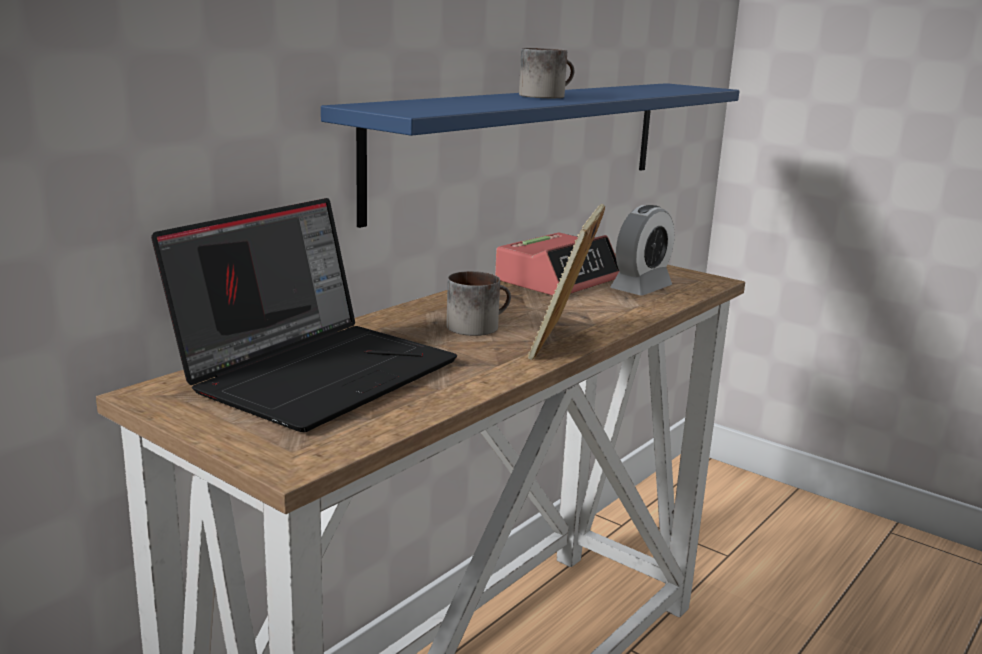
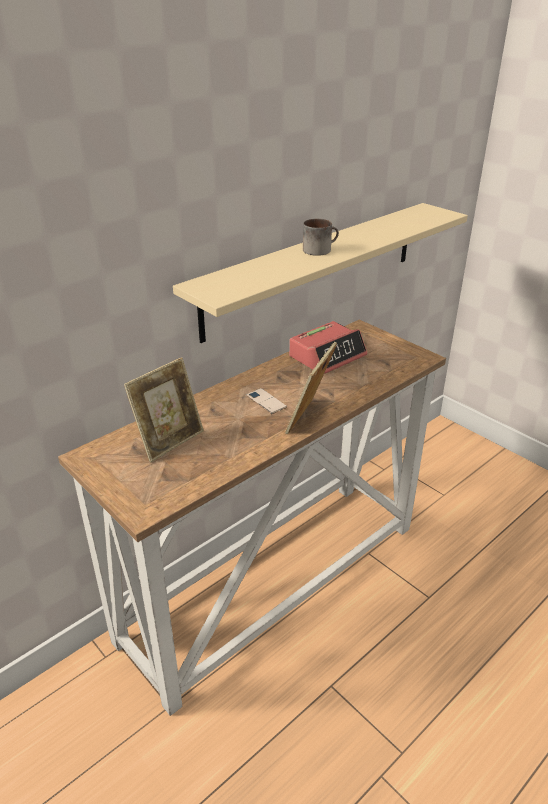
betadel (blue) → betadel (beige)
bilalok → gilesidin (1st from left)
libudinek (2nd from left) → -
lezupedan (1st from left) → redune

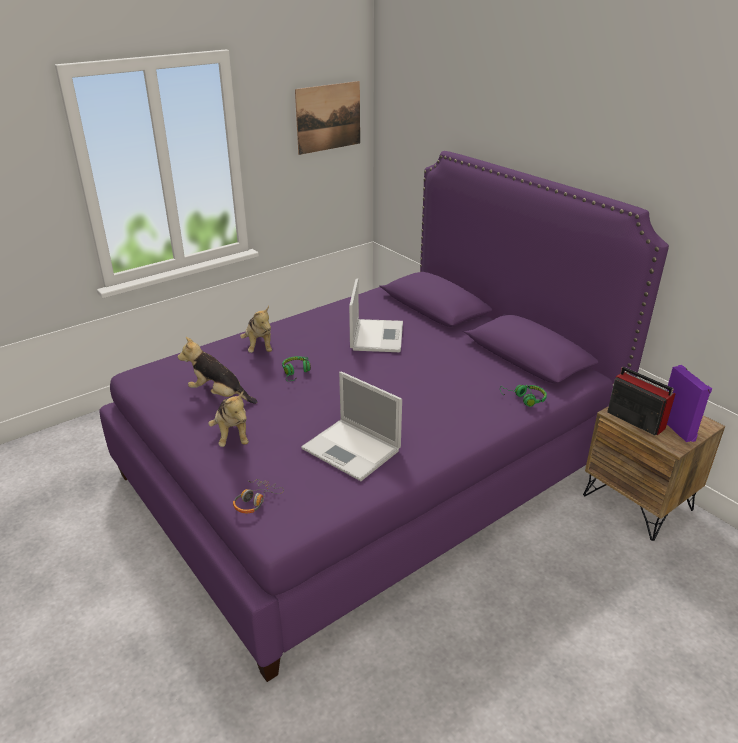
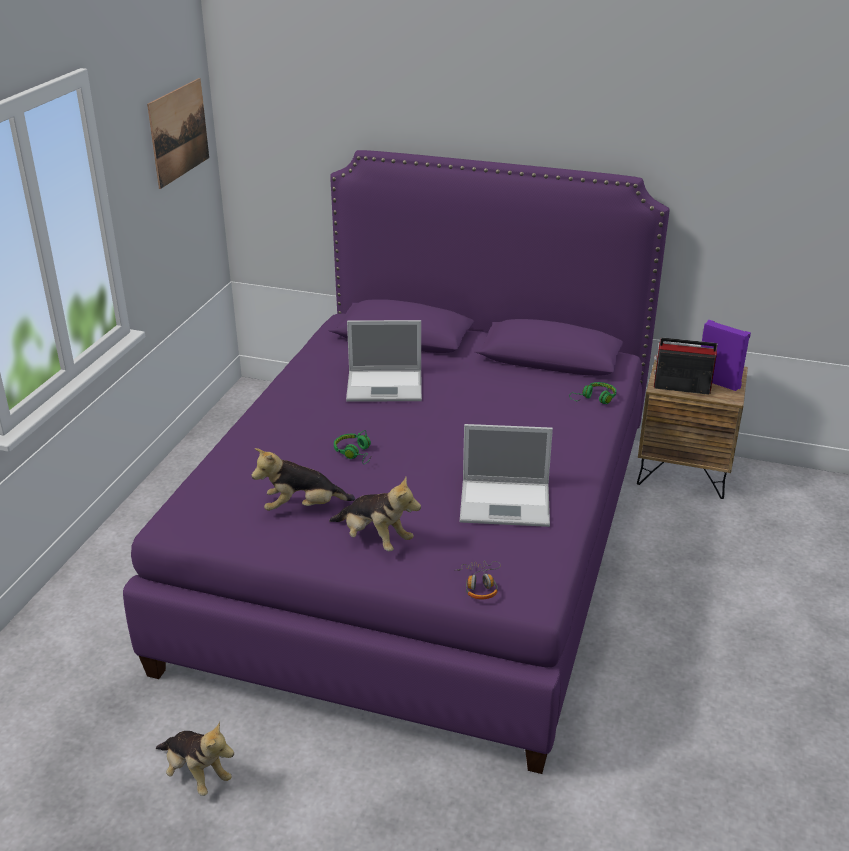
bilalok (2nd from left in the first image) → bilalok (1st from left), 120 degrees clockwise
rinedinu (3rd from left in the first image) → rinedinu (1st from left), moved

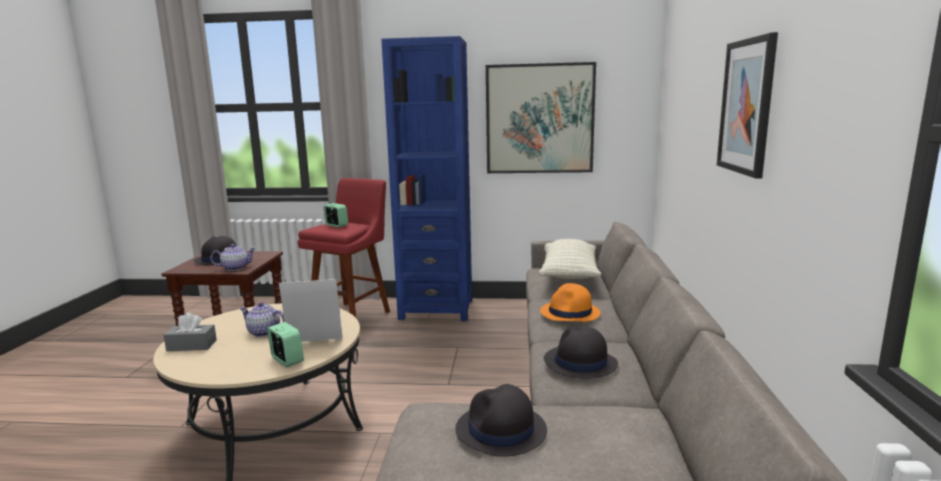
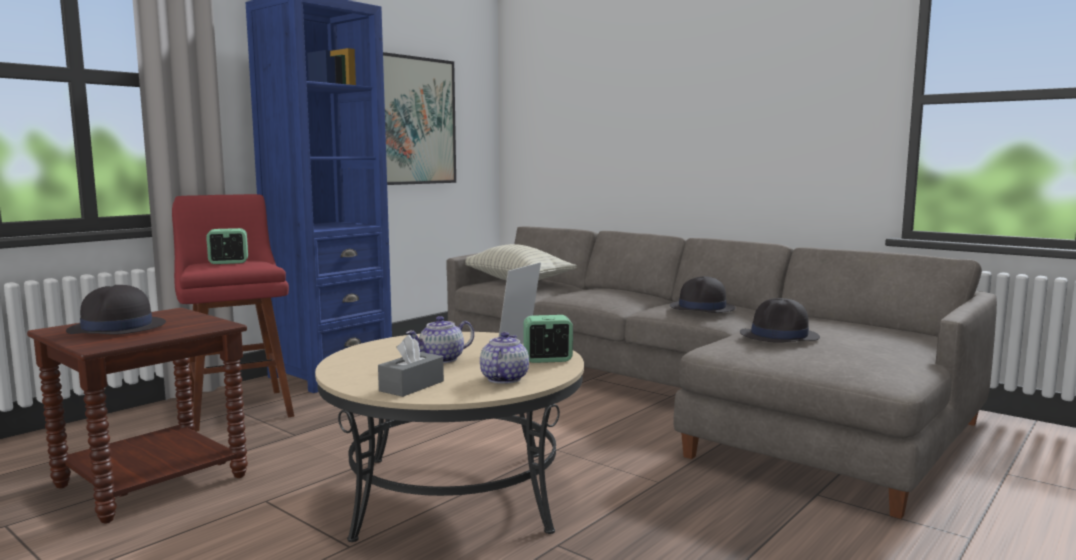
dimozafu (2nd from left) → -
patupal (1st from left in the first image) → patupal (2nd from left), moved
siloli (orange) → -

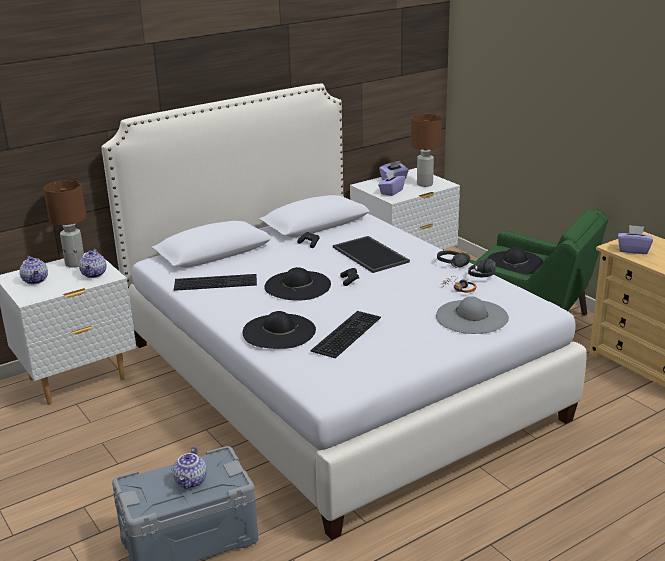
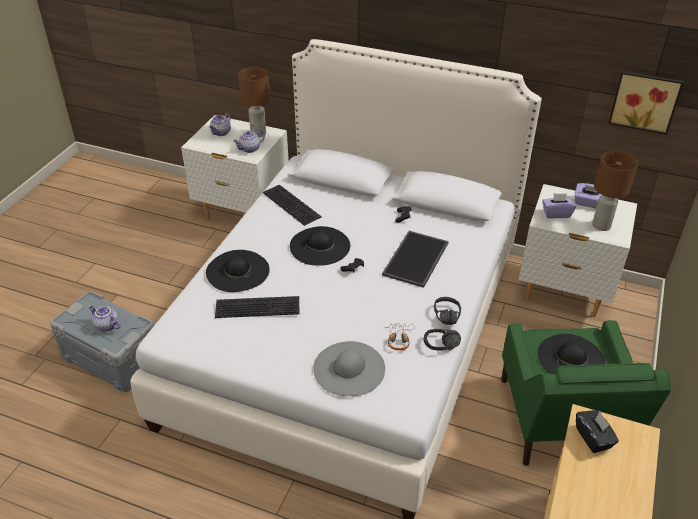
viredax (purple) (3rd from left) → viredax (black)
patupal (3rd from left in the first image) → patupal (1st from left), 60 degrees clockwise
- → dimozafu

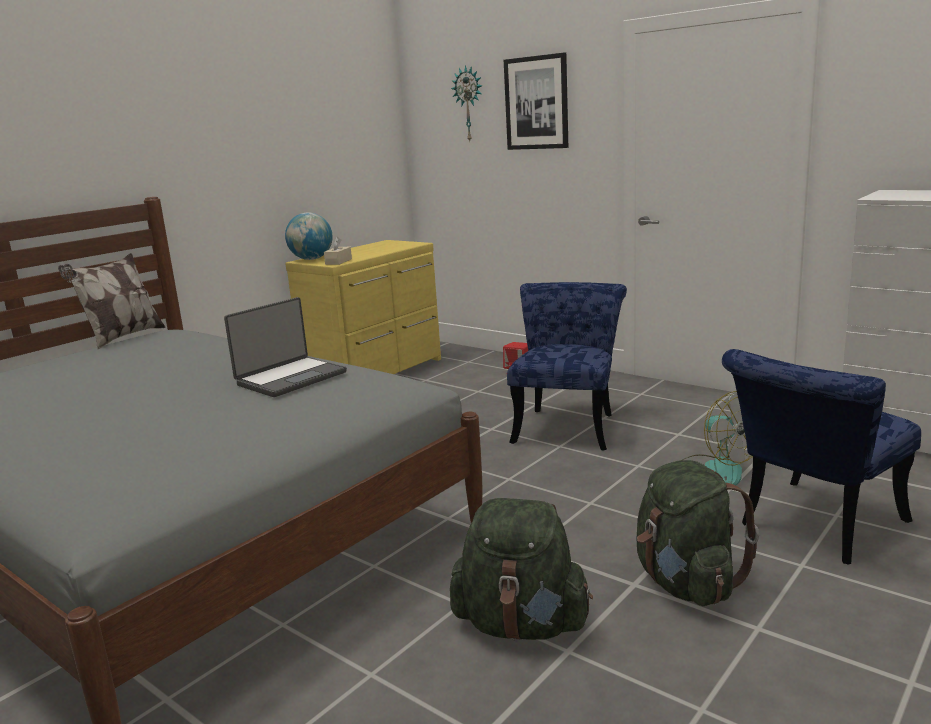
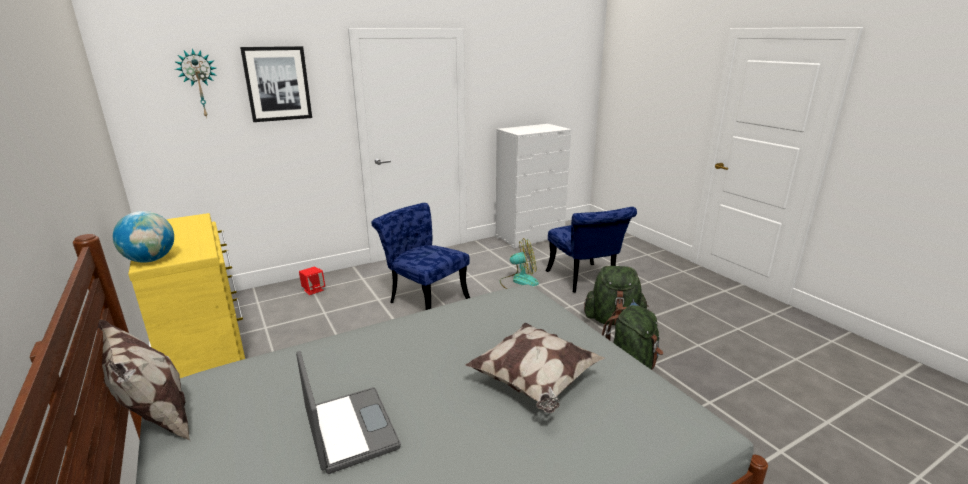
viredax (beige) → -
bilalok, moved
- → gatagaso (2nd from left)

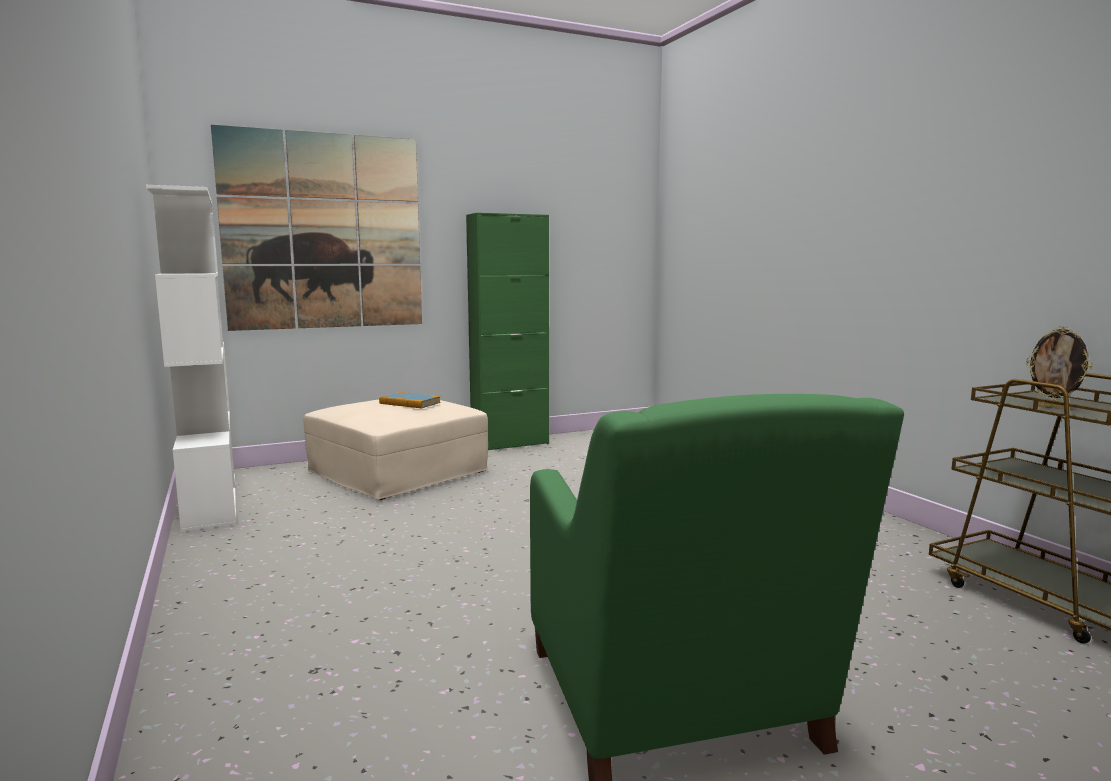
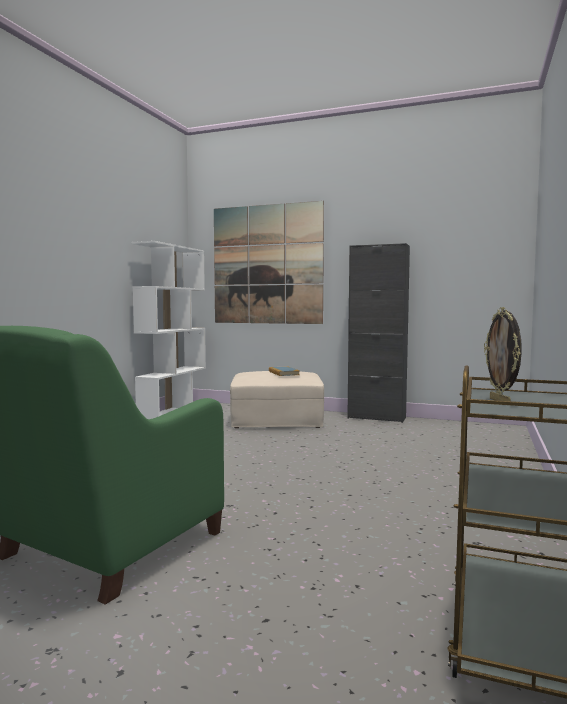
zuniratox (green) → zuniratox (black)

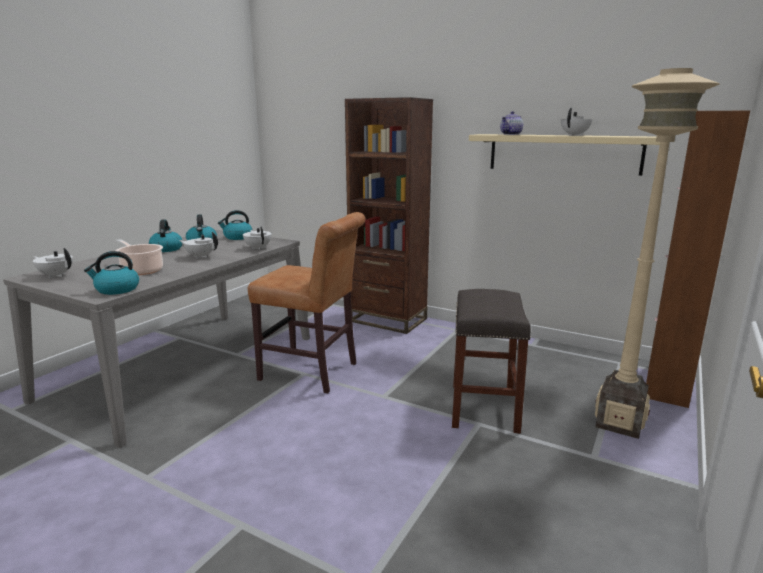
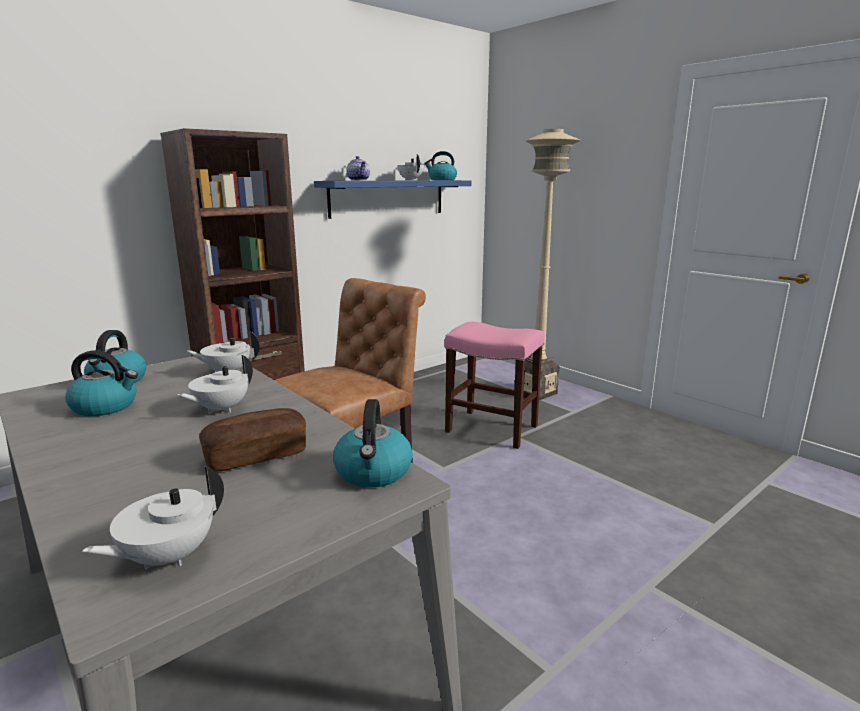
zuniratox (brown) → -
betadel (beige) → betadel (blue)
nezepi (2nd from left in the first image) → nezepi (4th from left), moved
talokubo → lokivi
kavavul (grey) → kavavul (pink)

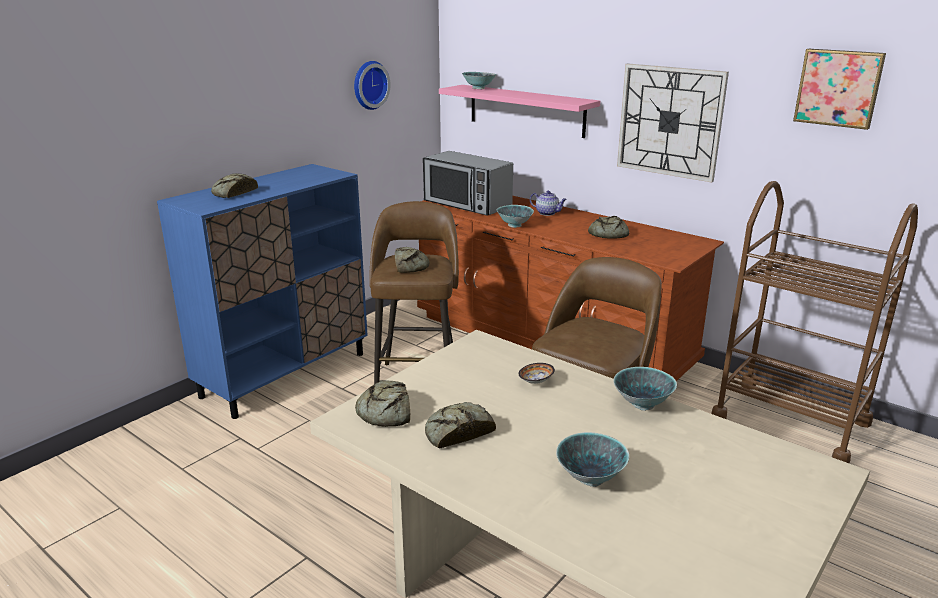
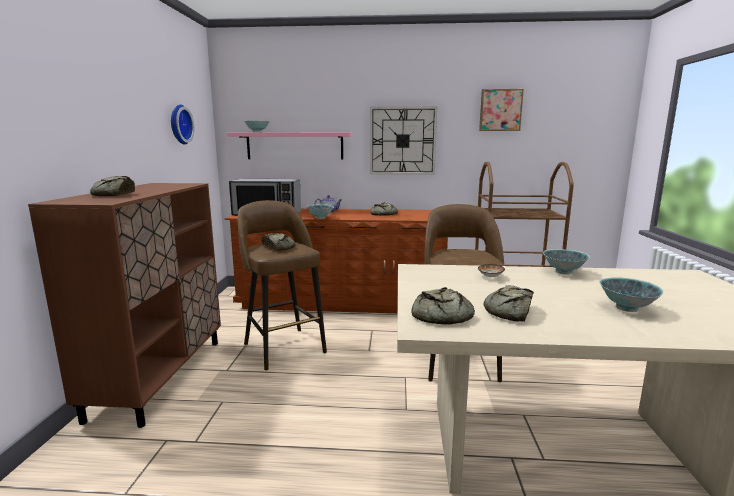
zuniratox (blue) → zuniratox (brown)

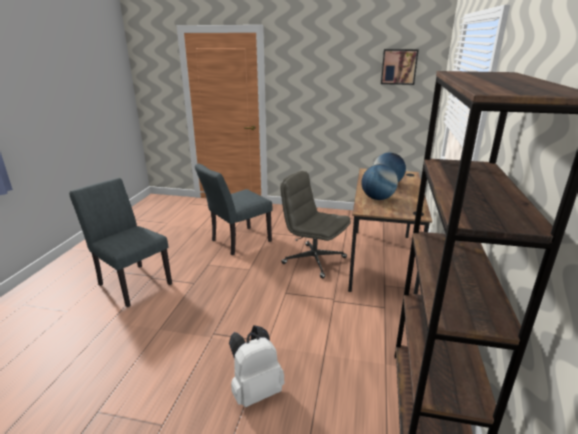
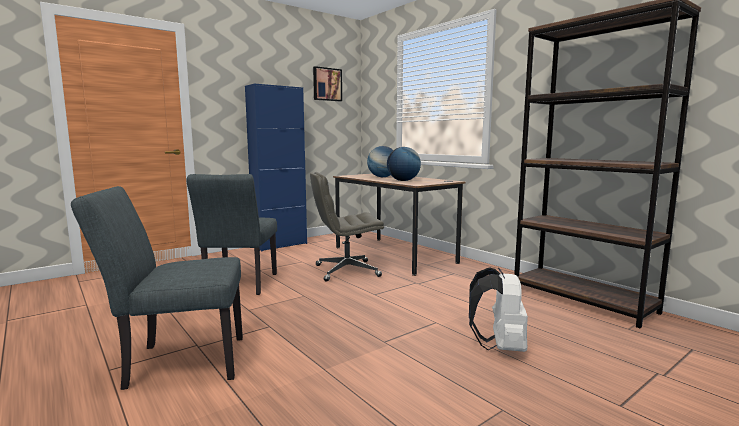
- → zuniratox (blue)

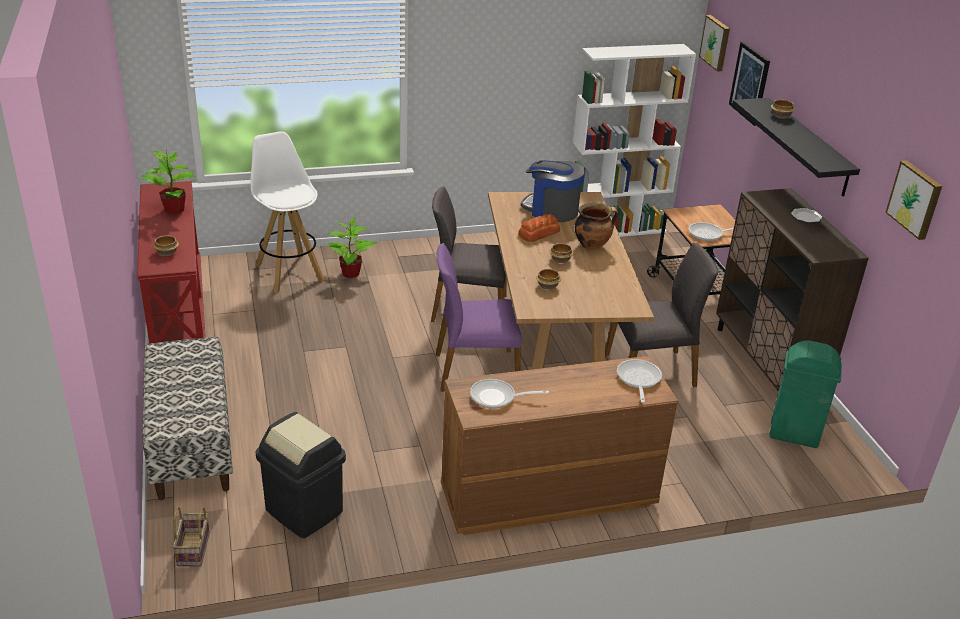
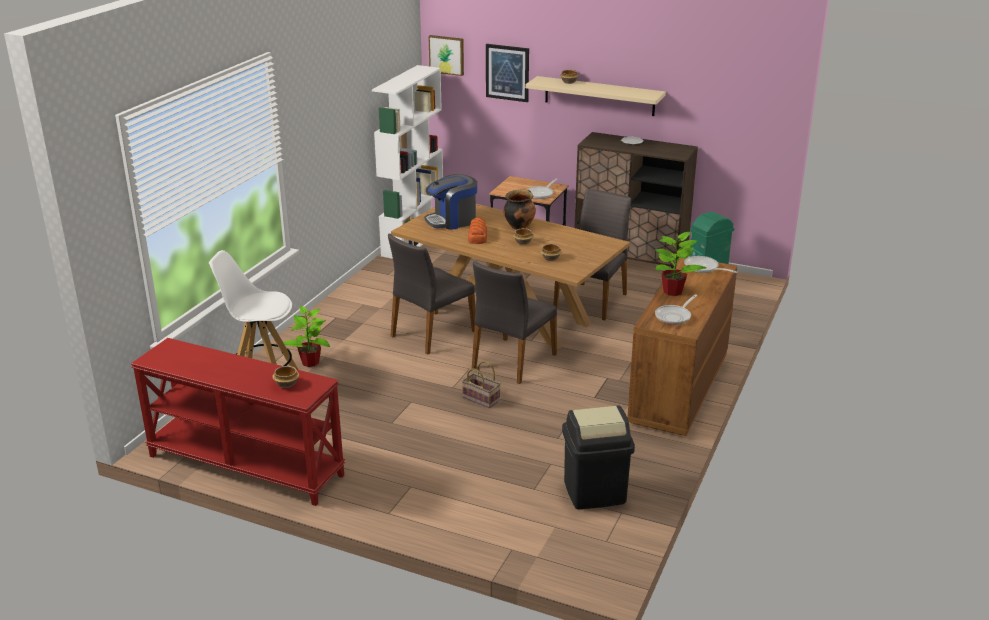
betadel (black) → betadel (beige)
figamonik (1st from left in the first image) → figamonik (2nd from left), moved
dimozafu (3rd from left) → -
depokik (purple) → depokik (grey) (2nd from left)
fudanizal → -
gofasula, moved

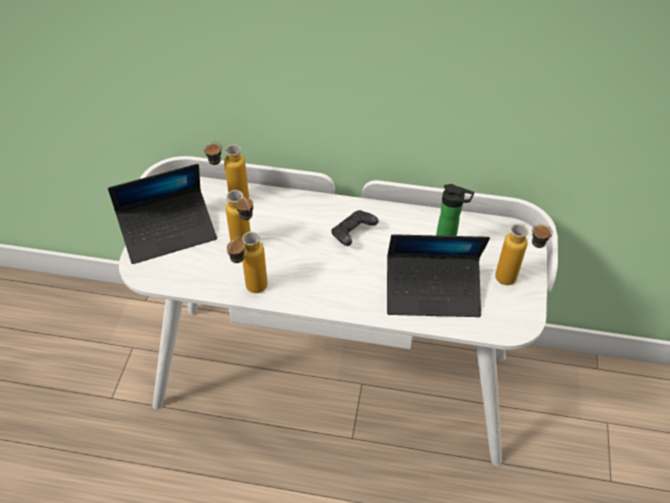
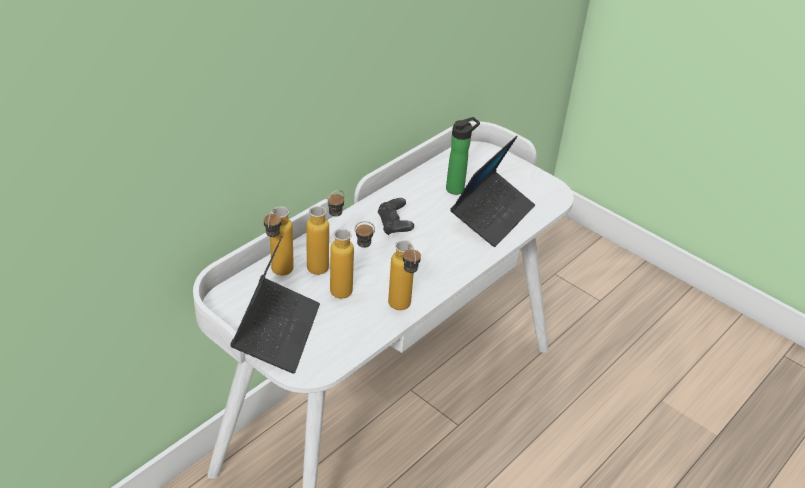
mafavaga (5th from left in the first image) → mafavaga (2nd from left), moved

